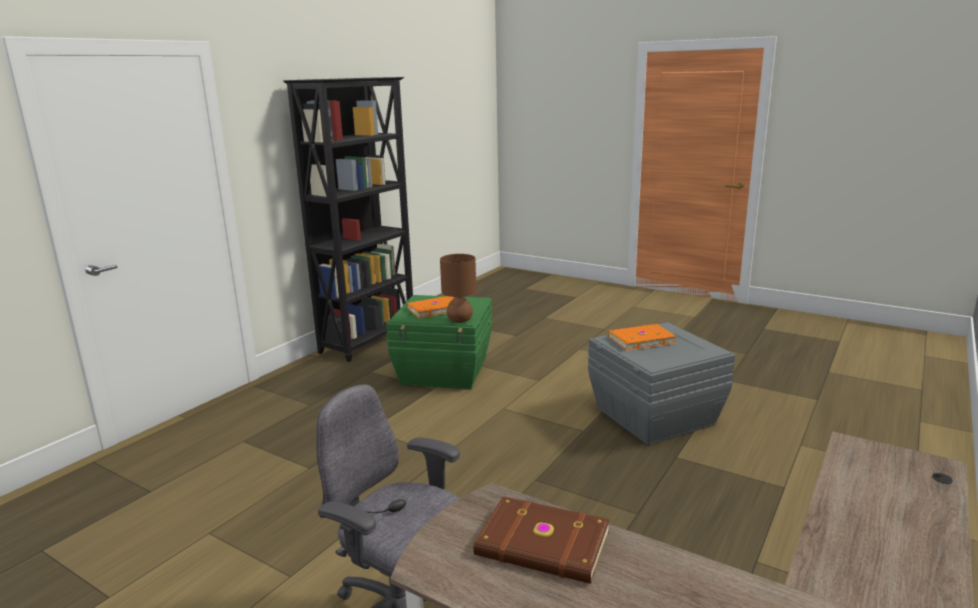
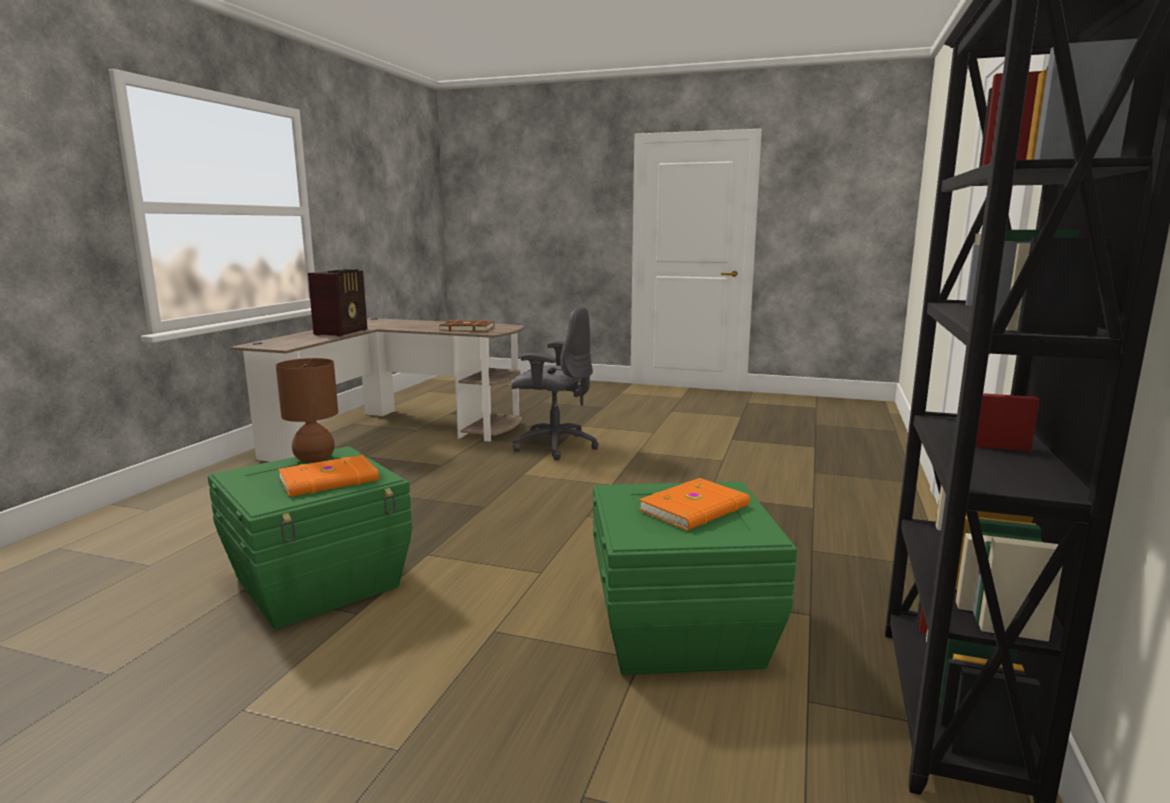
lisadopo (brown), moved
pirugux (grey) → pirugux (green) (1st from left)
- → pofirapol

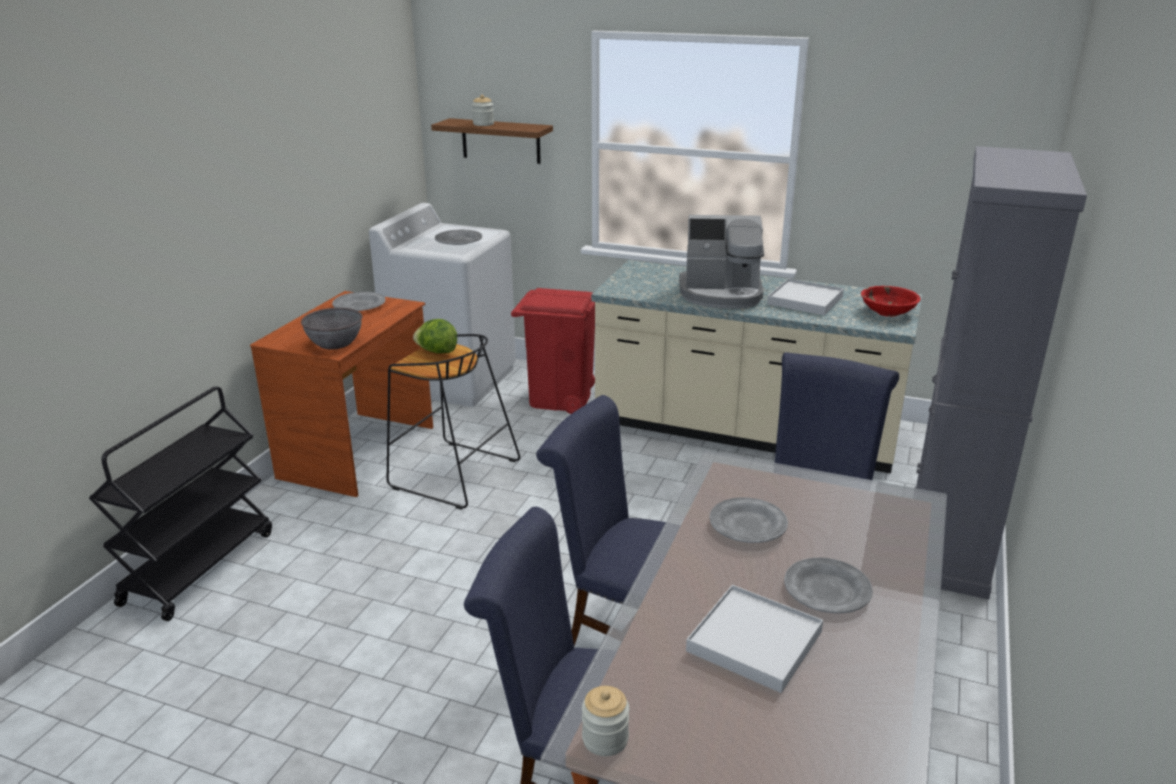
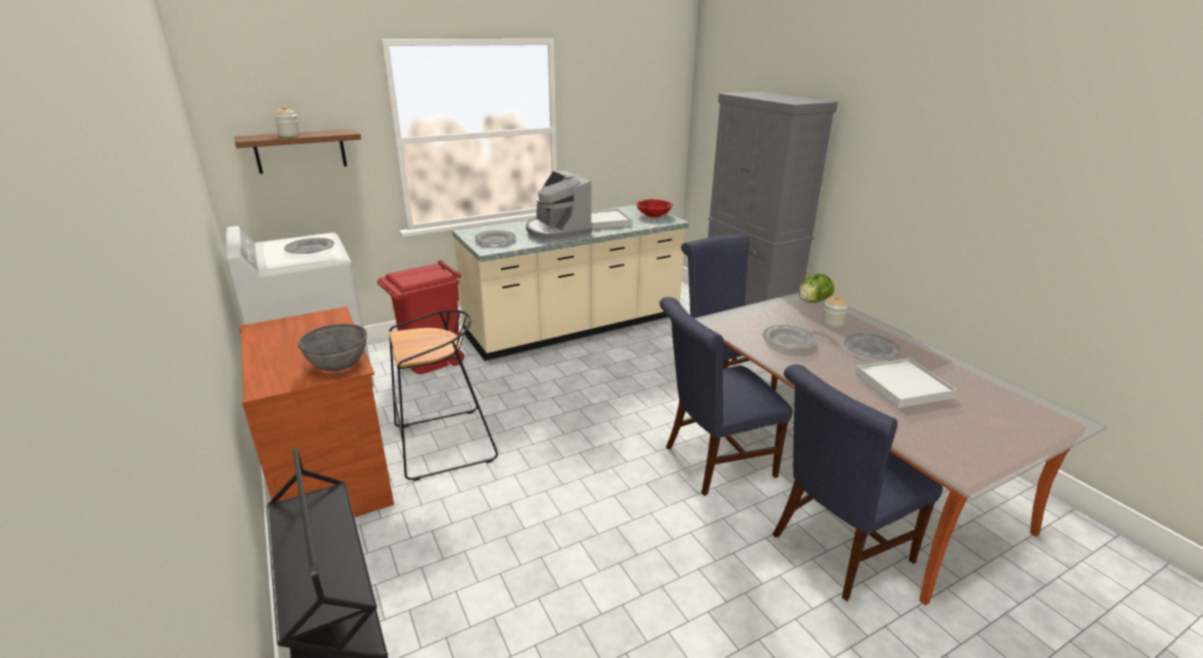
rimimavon, 105 degrees clockwise
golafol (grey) (1st from left in the first image) → golafol (grey) (2nd from left), moved
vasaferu, moved
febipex (2nd from left), moved

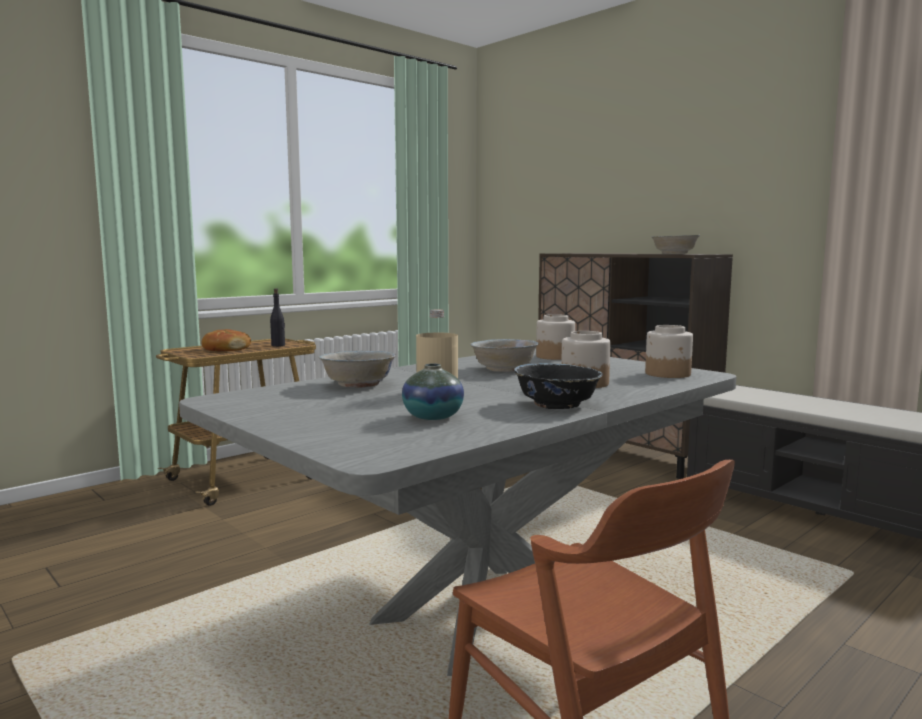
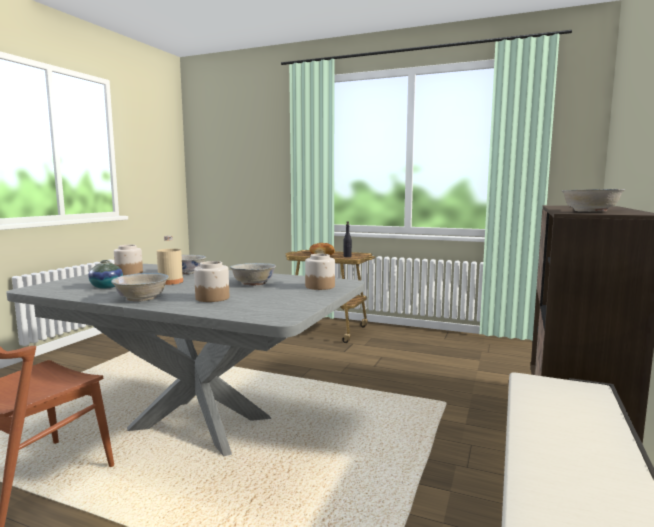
febipex (3rd from left in the first image) → febipex (1st from left), moved
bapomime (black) → bapomime (white) (1st from left)

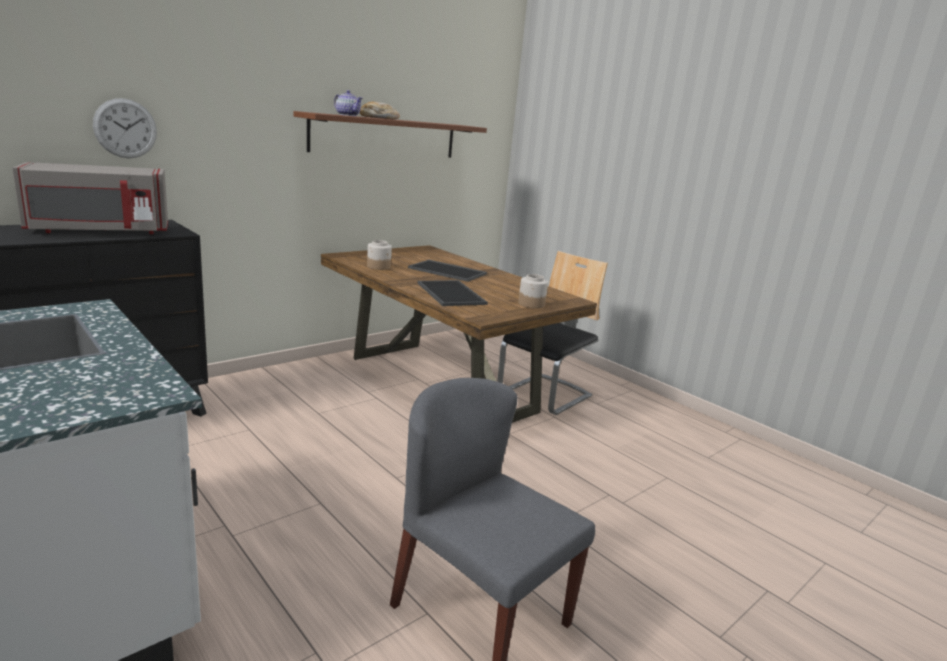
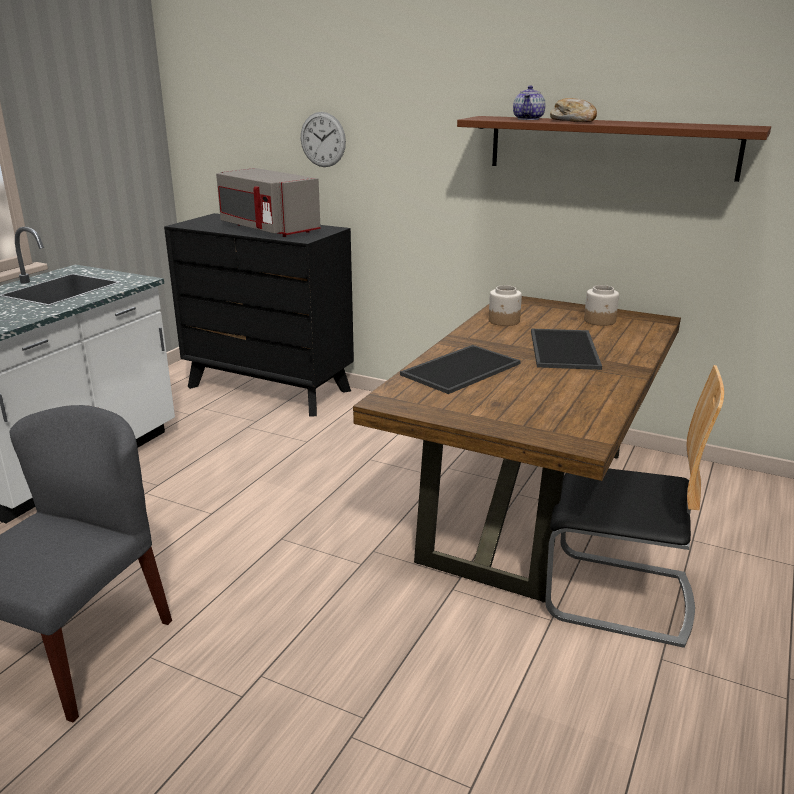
febipex (2nd from left), moved

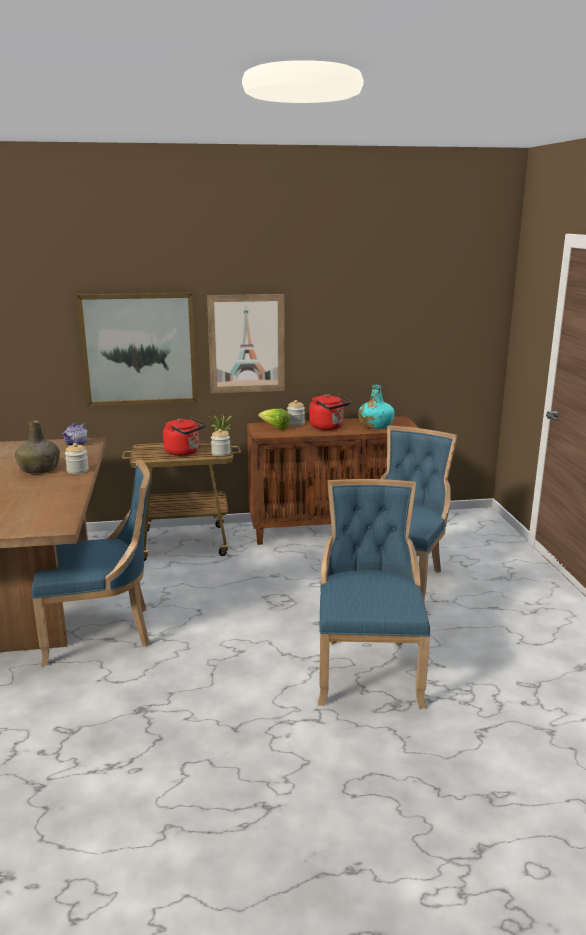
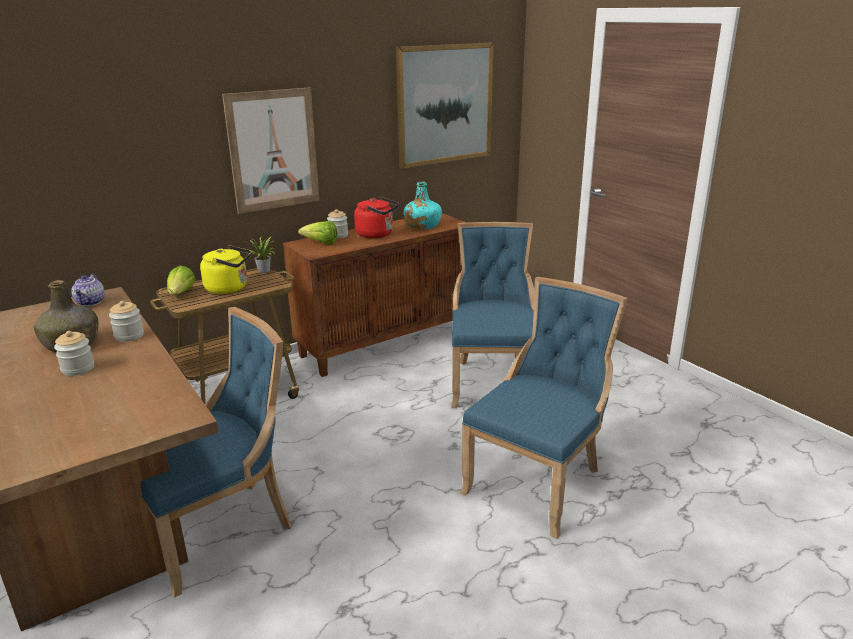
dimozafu (1st from left in the first image) → dimozafu (2nd from left), moved
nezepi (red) (1st from left) → nezepi (yellow)
febipex (2nd from left in the first image) → febipex (1st from left), moved
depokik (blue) (2nd from left in the first image) → depokik (blue) (3rd from left), 60 degrees clockwise
- → vasaferu (1st from left)

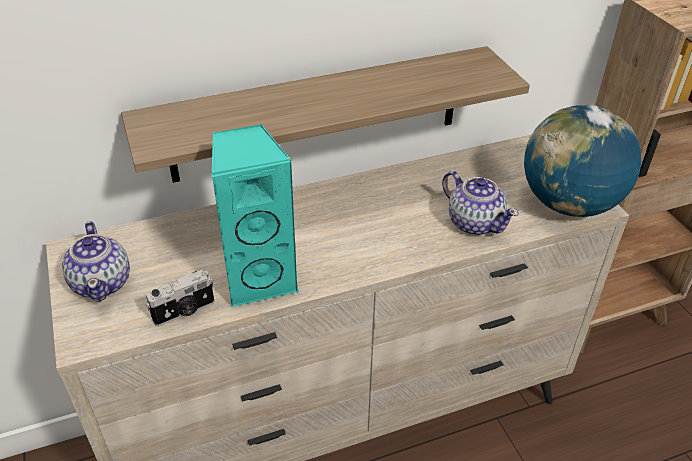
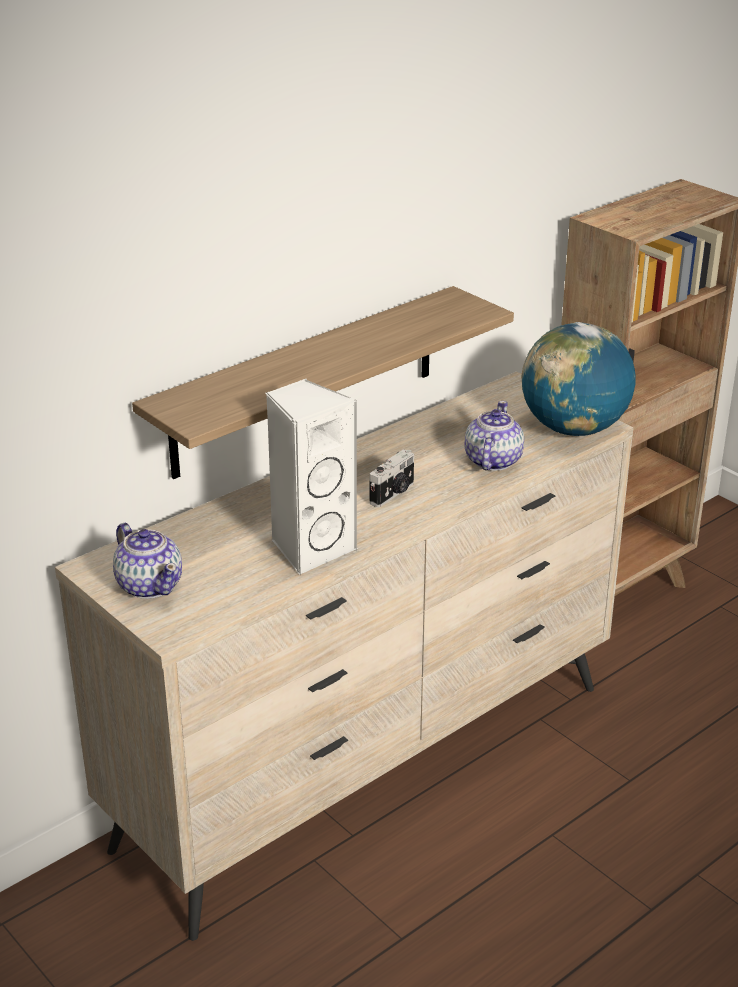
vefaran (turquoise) → vefaran (white)
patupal (2nd from left), 105 degrees counterclockwise
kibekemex, moved

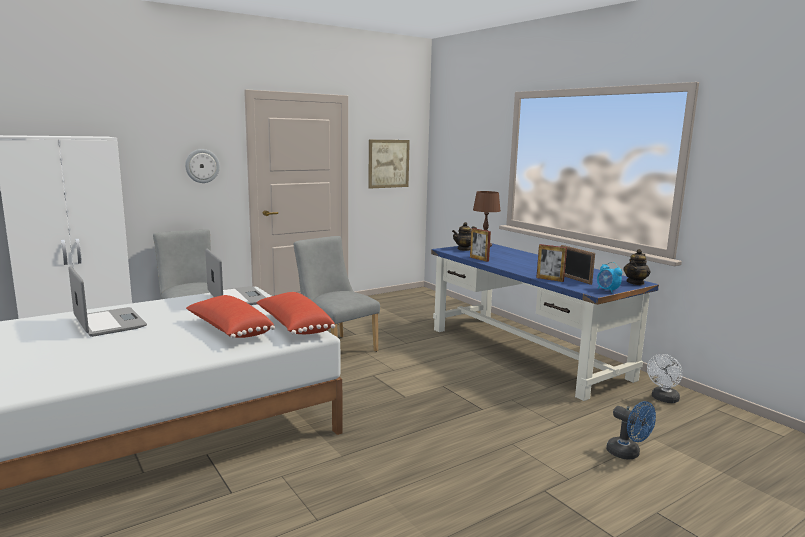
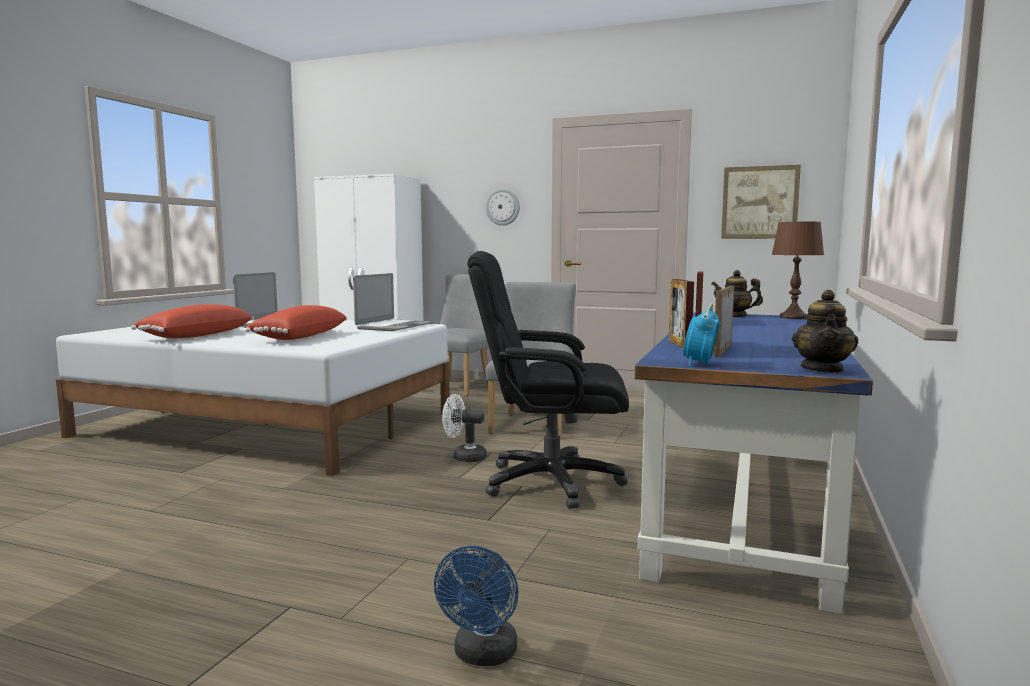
patupal (2nd from left), 75 degrees counterclockwise
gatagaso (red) (2nd from left in the first image) → gatagaso (red) (1st from left), moved
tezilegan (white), moved
- → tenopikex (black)

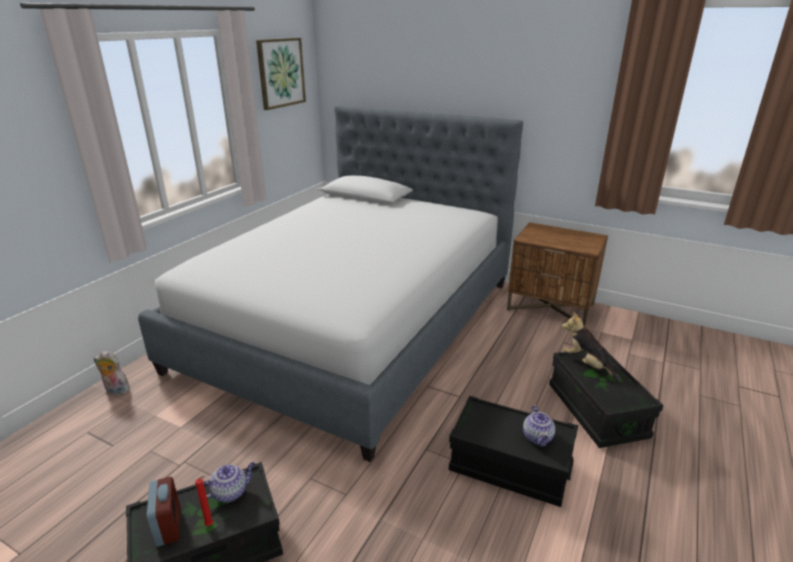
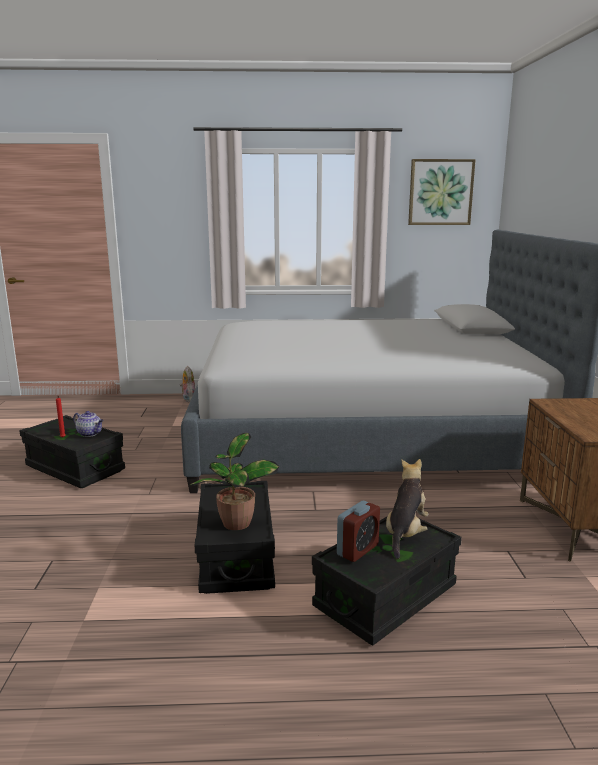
patupal (2nd from left) → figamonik
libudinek, moved

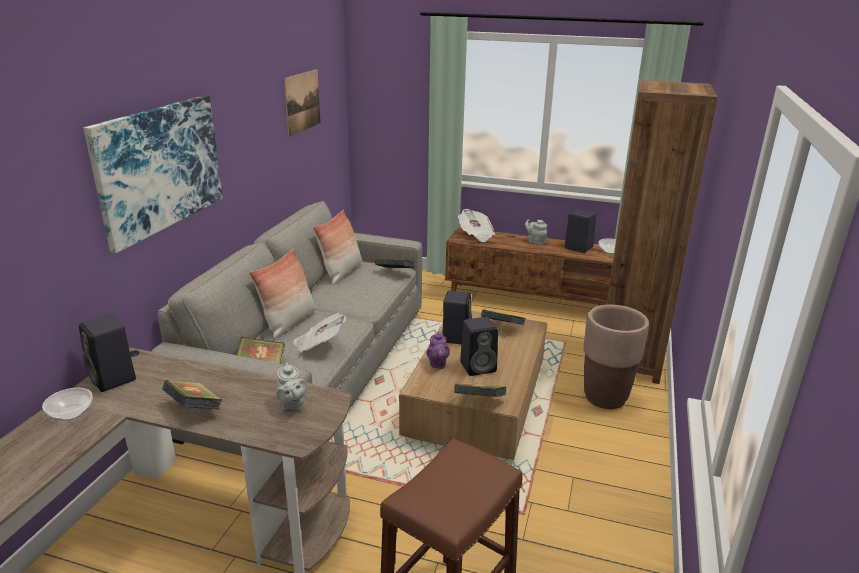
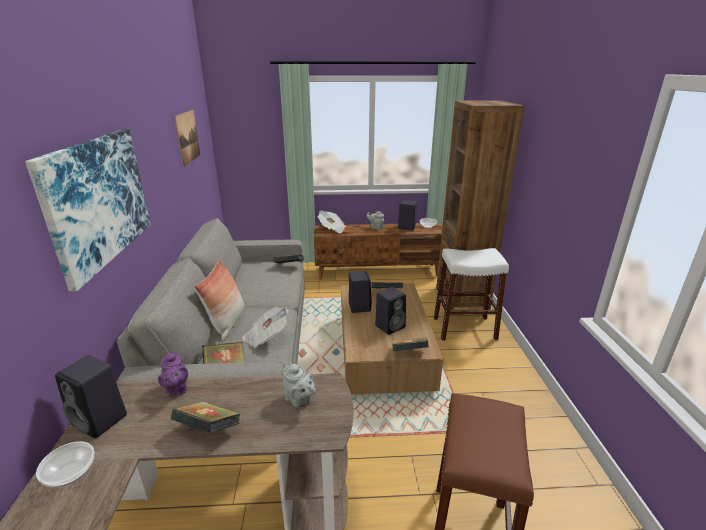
gatagaso (2nd from left) → -
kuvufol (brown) → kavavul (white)
patupal (purple), moved

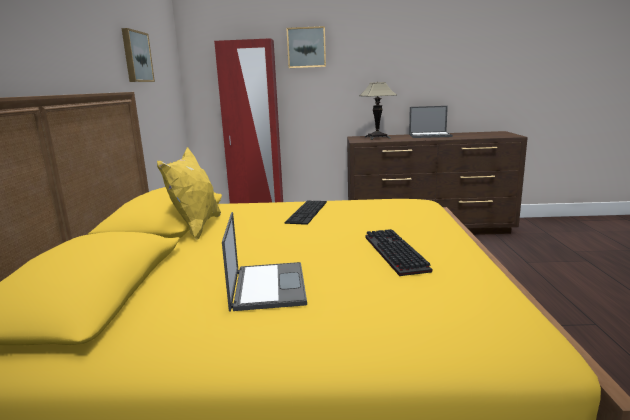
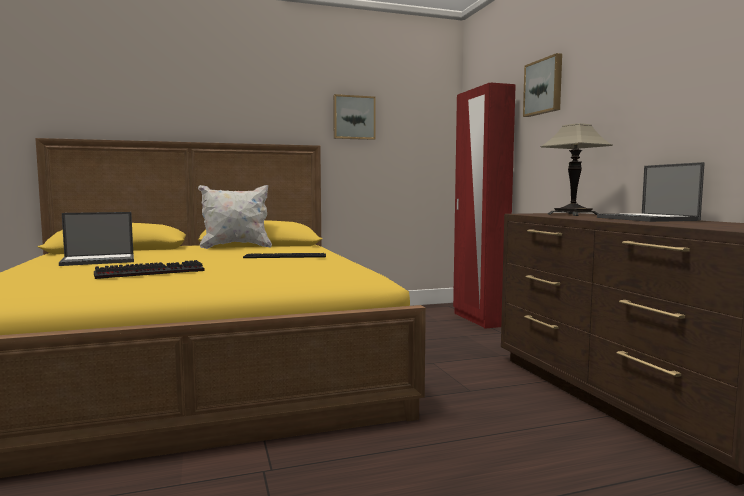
gatagaso (yellow) → gatagaso (white)

